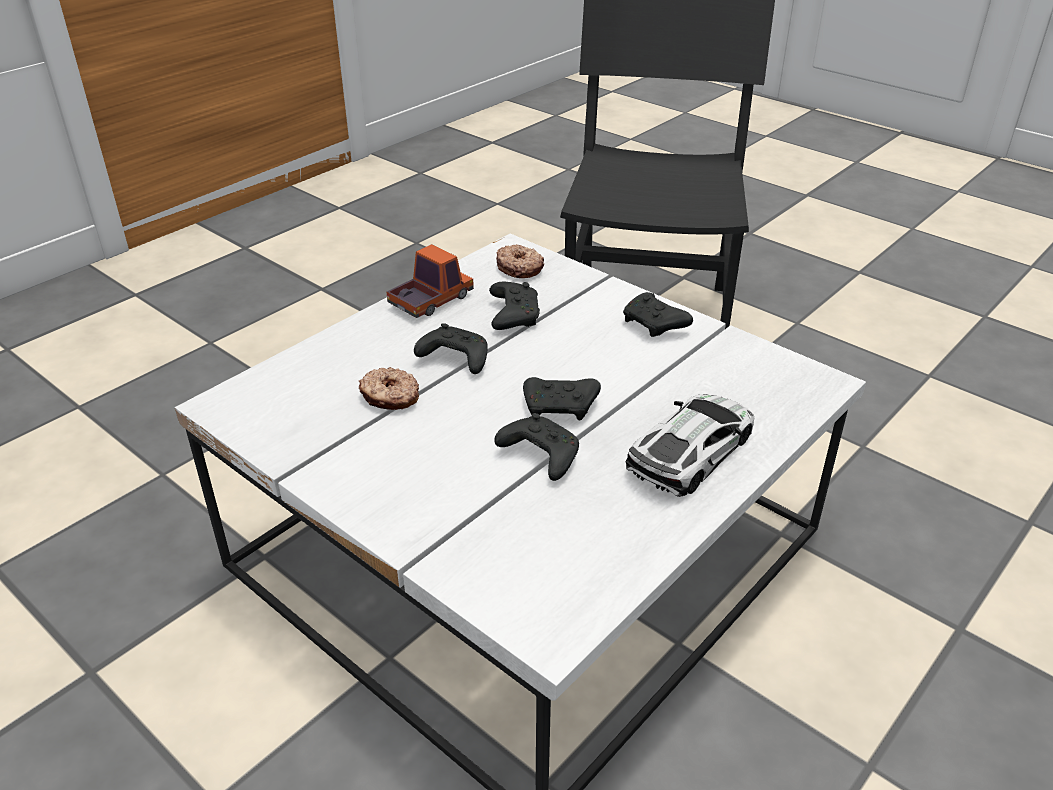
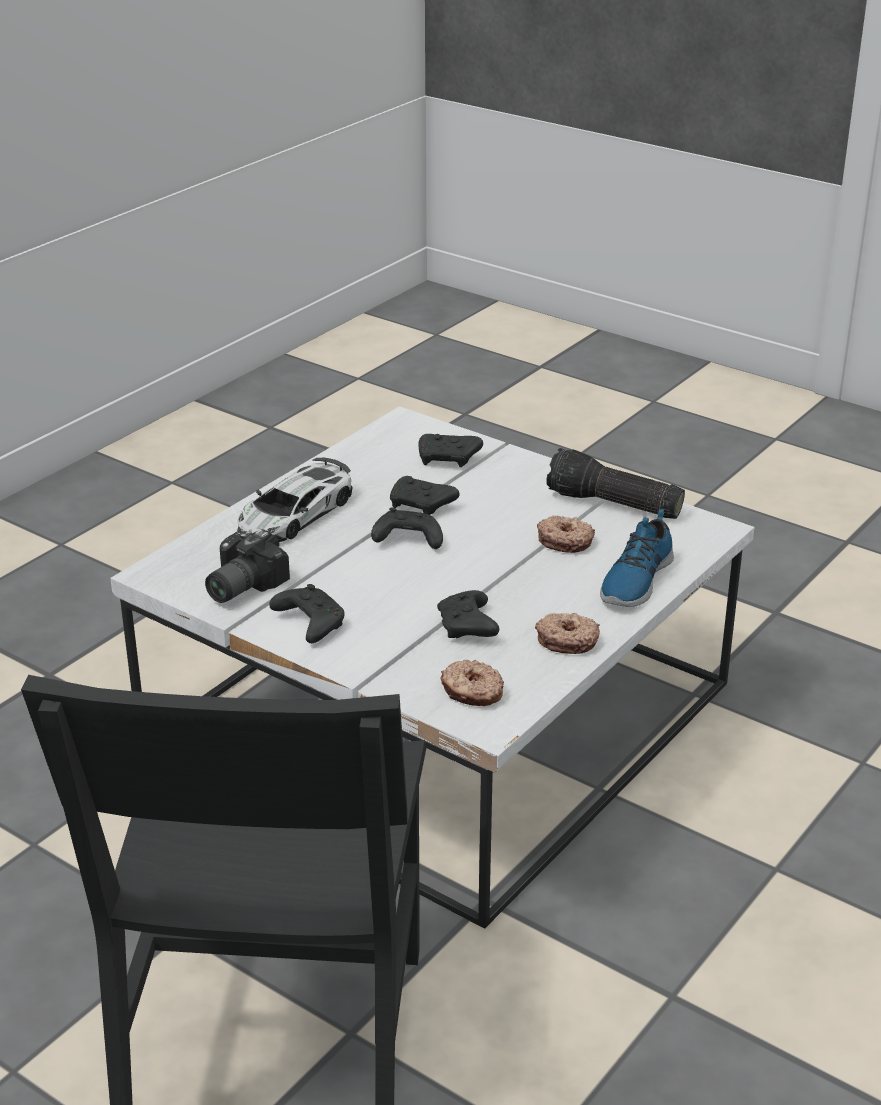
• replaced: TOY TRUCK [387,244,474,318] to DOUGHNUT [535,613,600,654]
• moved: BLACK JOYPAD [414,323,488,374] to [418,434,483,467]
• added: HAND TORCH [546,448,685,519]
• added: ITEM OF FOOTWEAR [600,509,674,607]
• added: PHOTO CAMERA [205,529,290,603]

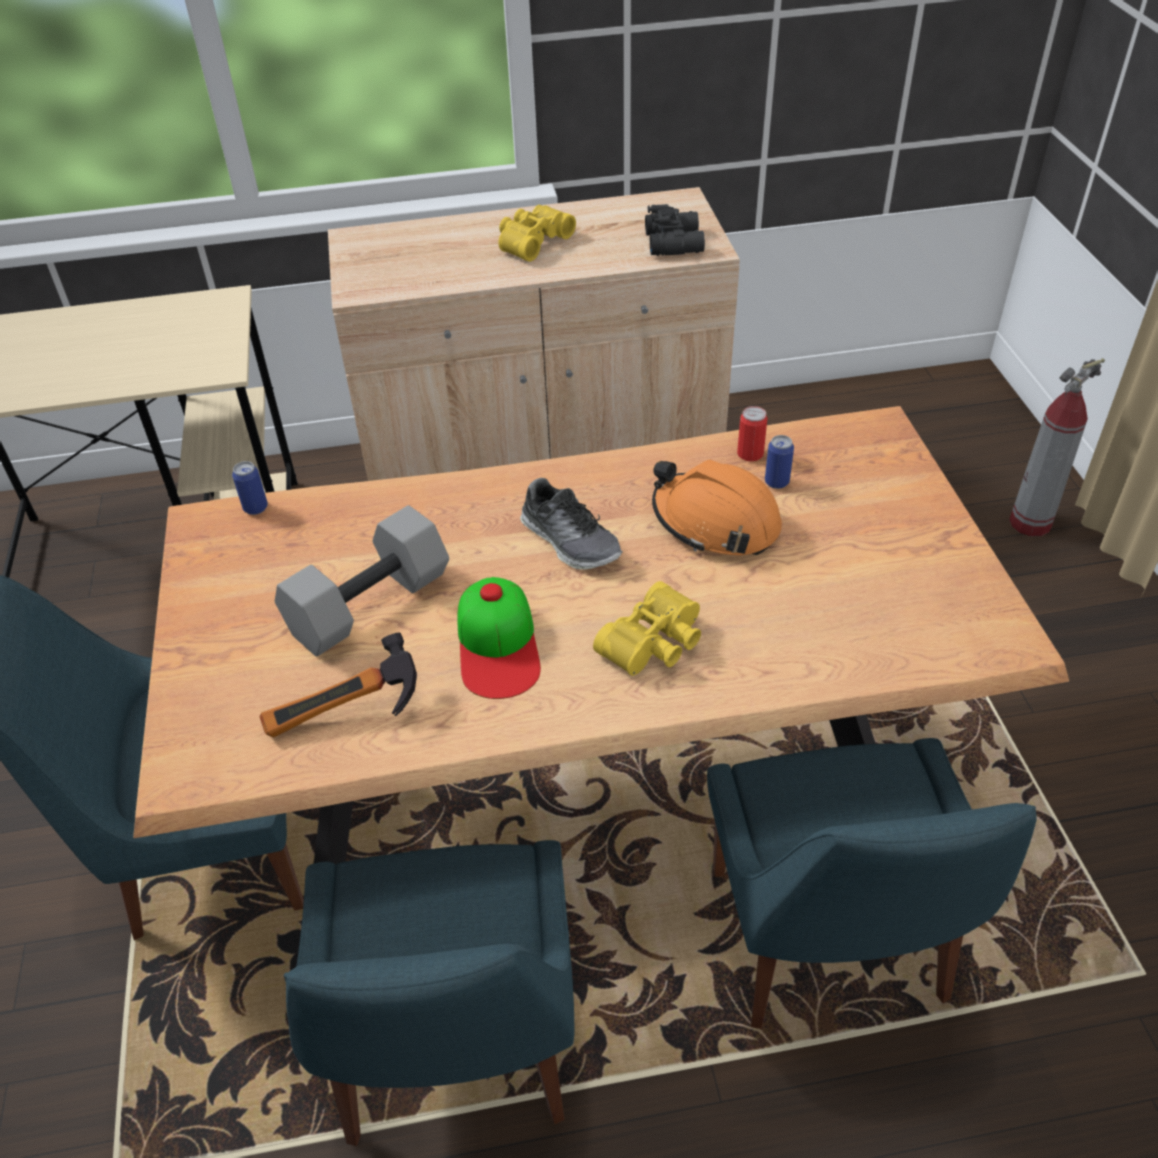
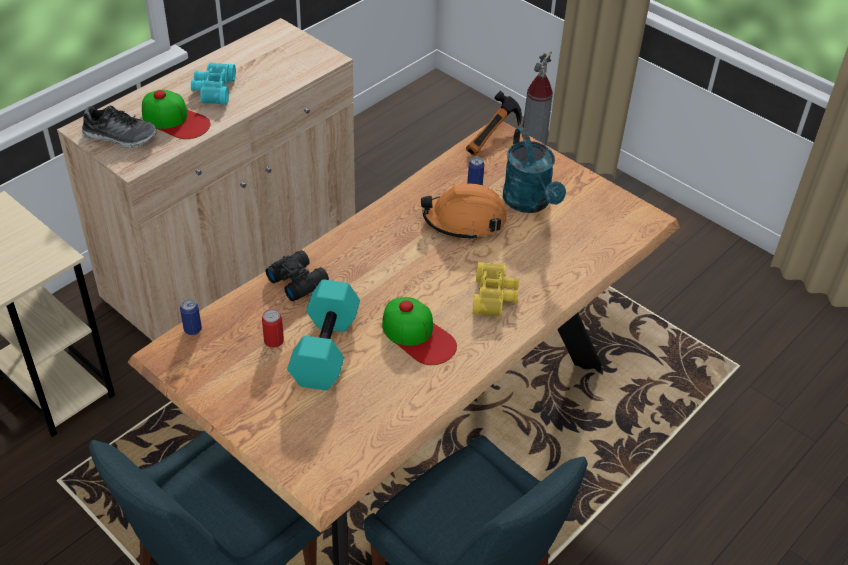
• moved: BLACK FIELD GLASSES [645,204,705,256] to [266,250,329,301]
• recoloured: YELLOW-COLOURED FIELD GLASSES [498,205,576,262] to BLUE-GREEN FIELD GLASSES [191,63,236,105]
• moved: CAN [737,406,767,461] to [262,309,284,348]
• moved: ITEM OF FOOTWEAR [520,478,623,570] to [82,106,157,148]
• recoloured: GREY DUMBBELL [275,505,449,657] to BLUE-GREEN DUMBBELL [287,279,360,390]
• moved: TOOL HAMMER [259,633,417,737] to [466,91,522,156]
• removed: BLUE CHAIR [707,738,1037,1029]
• added: CAP [142,90,210,139]
• added: BLUE-GREEN WATERING POT [503,128,566,213]

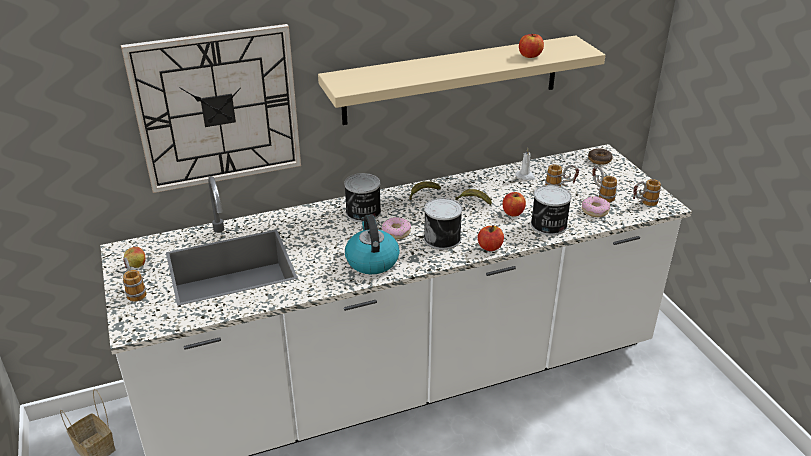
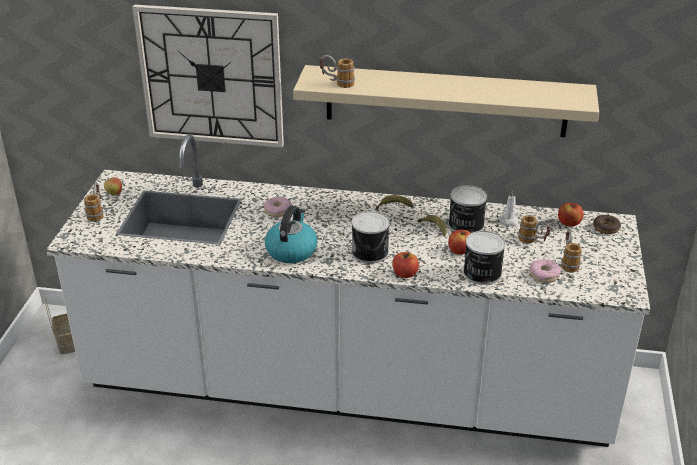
• moved: WHOLE APPLE [519,34,544,58] to [558,203,584,226]
• moved: CAN [344,173,381,222] to [448,185,487,233]
• moved: TEA MUG [633,179,661,206] to [319,55,355,88]
• moved: DOUGHNUT [382,217,411,239] to [264,196,292,217]

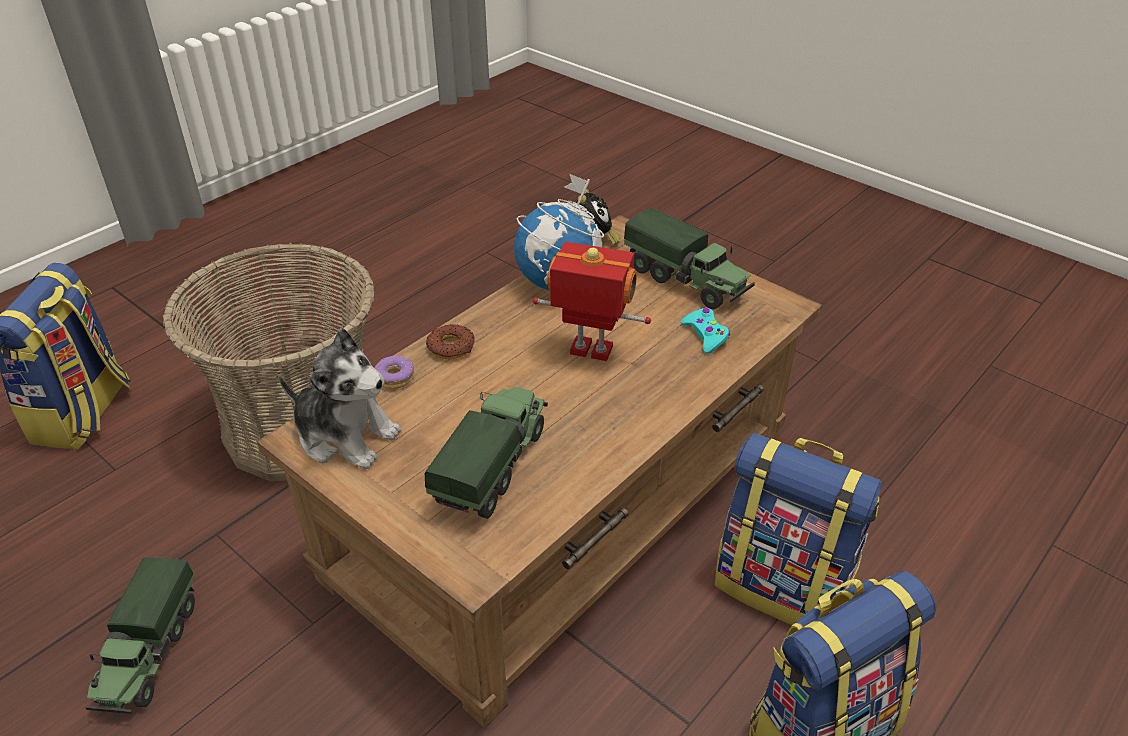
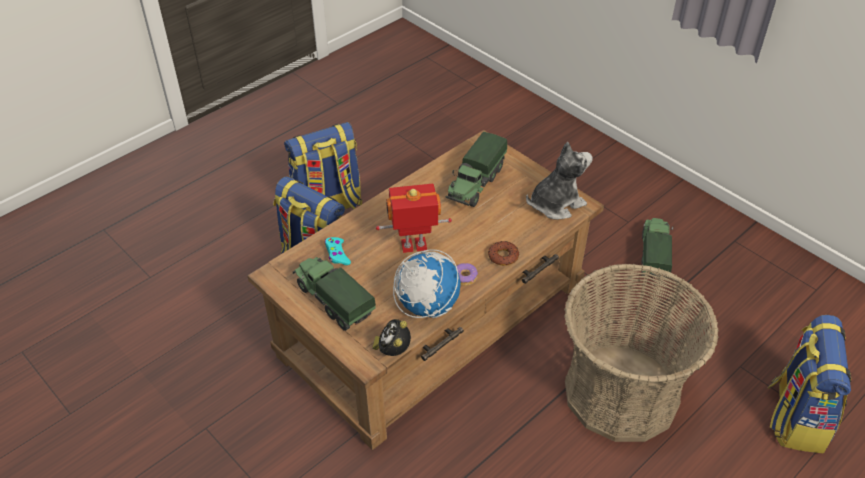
• turned: ROBOT FIGURE [533,242,651,361] = [376,184,452,253] 150 degrees clockwise
• turned: PLUSH TOY [279,328,401,469] = [526,142,592,220] 120 degrees clockwise
• moved: DOUGHNUT [374,356,415,389] to [457,263,478,286]

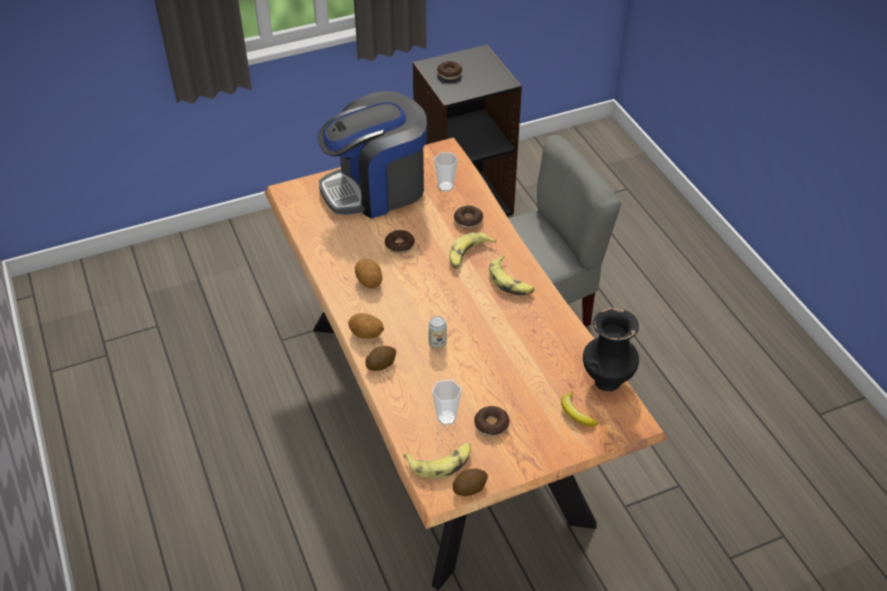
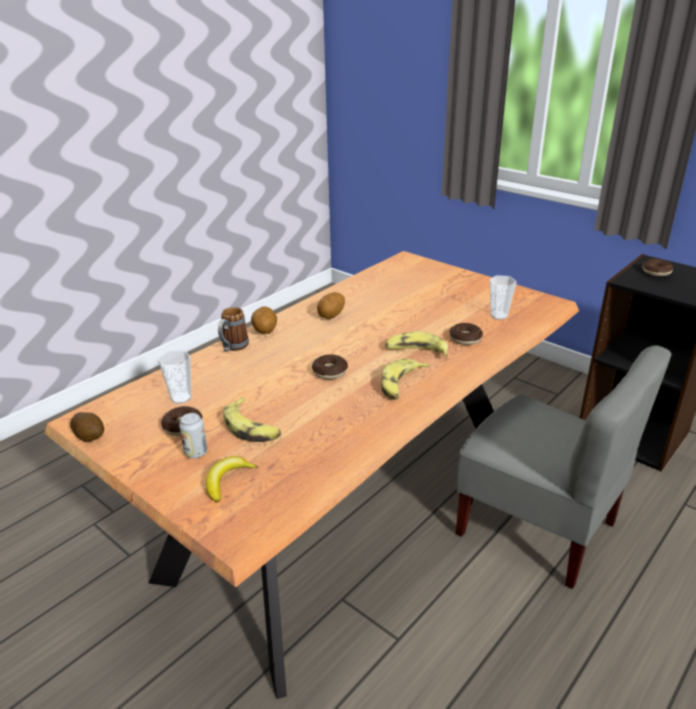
• removed: COFFEE BREWER [318,91,427,219]
• moved: DOUGHNUT [385,230,415,254] to [312,355,348,379]
• removed: BLACK FLOWER VASE [583,308,639,391]
• moved: CAN [429,316,447,349] to [179,413,207,458]
• replaced: WHOLE POTATO [365,346,396,371] to TEA MUG [218,307,249,352]
• moved: WHOLE BANANA [404,443,471,478] to [223,397,282,442]

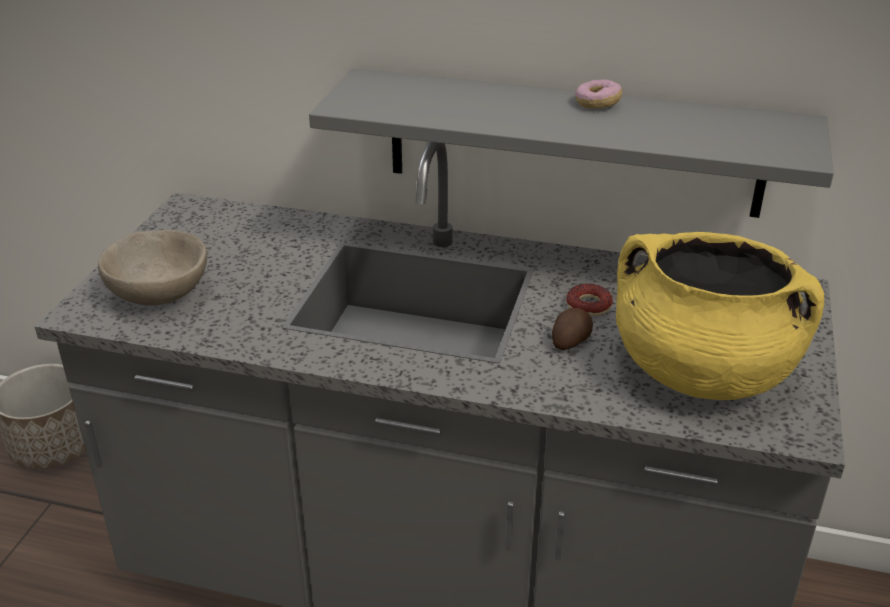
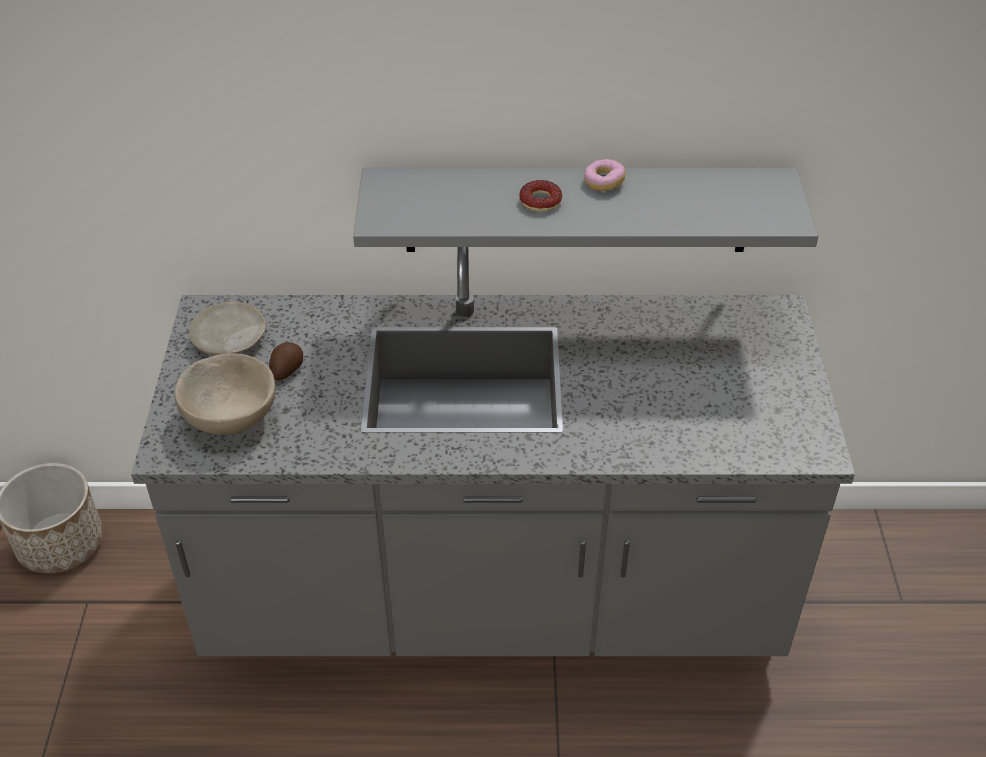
• removed: YELLOW-COLOURED STOCKPOT [616,232,824,400]
• moved: DOUGHNUT [566,284,613,317] to [519,180,562,212]
• moved: WHOLE POTATO [552,308,593,350] to [269,342,303,381]
• added: SAND-COLOURED FLAT DISH [189,302,266,356]

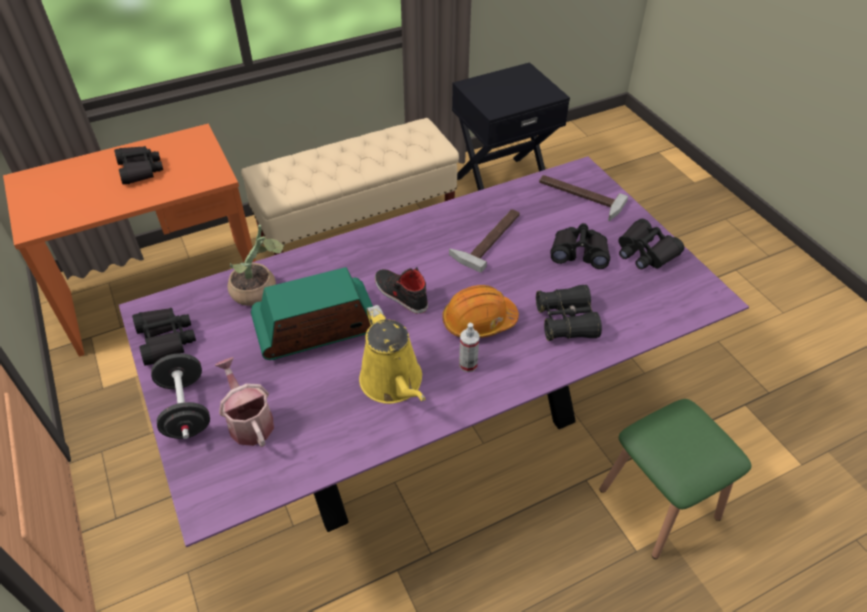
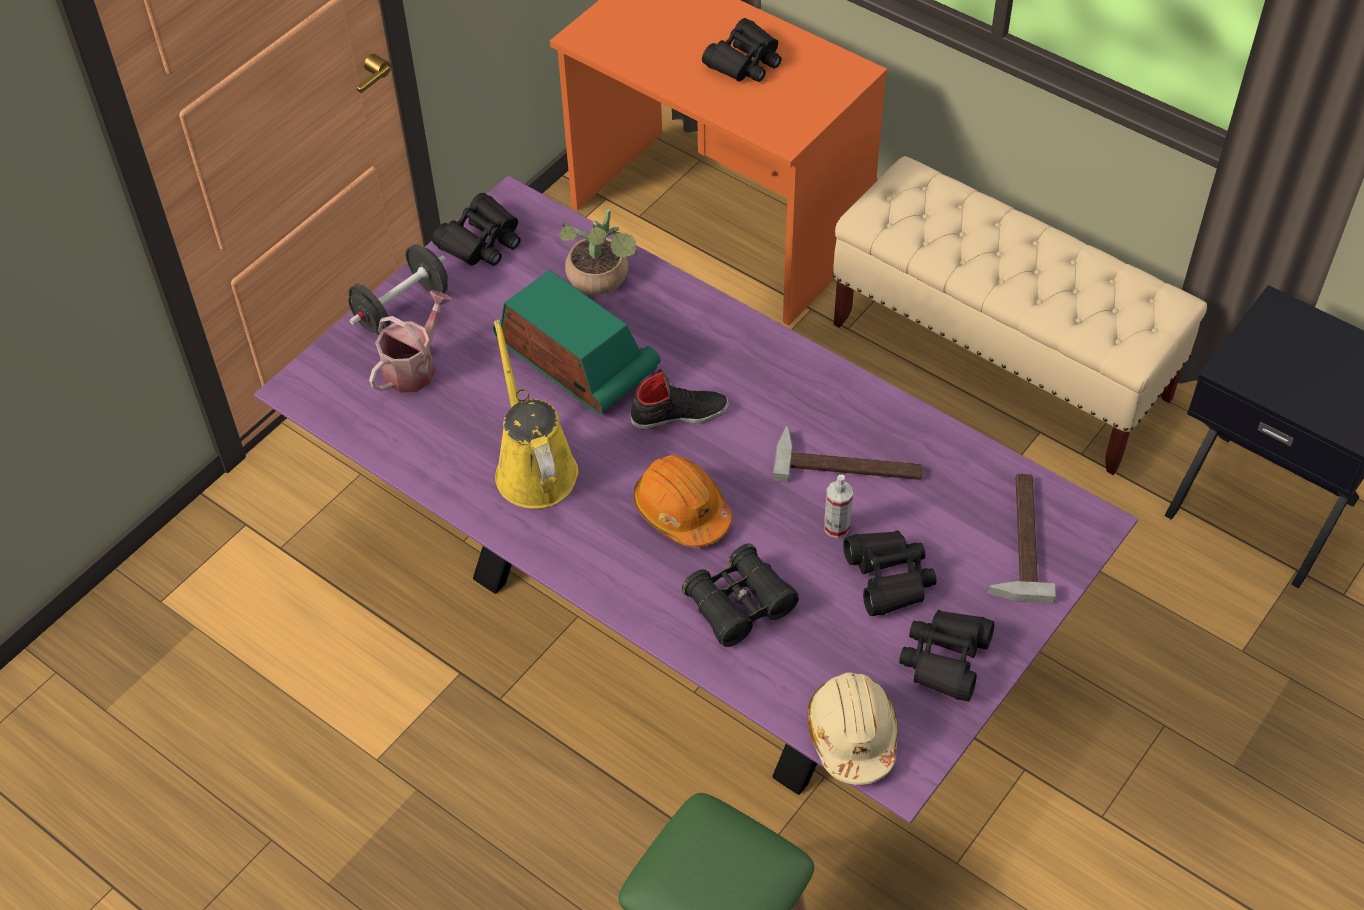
• turned: BLACK ITEM OF FOOTWEAR [375,267,428,314] = [631,369,729,430] 60 degrees clockwise
• turned: YELLOW-COLOURED WATERING POT [359,305,425,404] = [494,320,578,509] 120 degrees clockwise
• moved: SPRAY BOTTLE [459,323,480,372] to [824,475,853,538]
• added: SAND-COLOURED SAFETY HELMET [807,672,898,785]

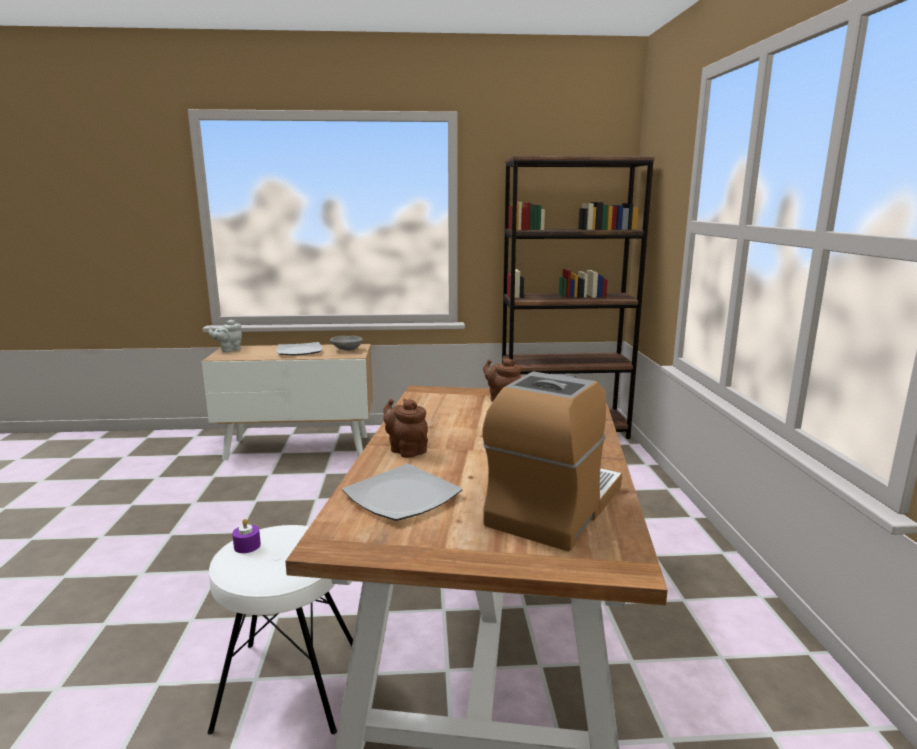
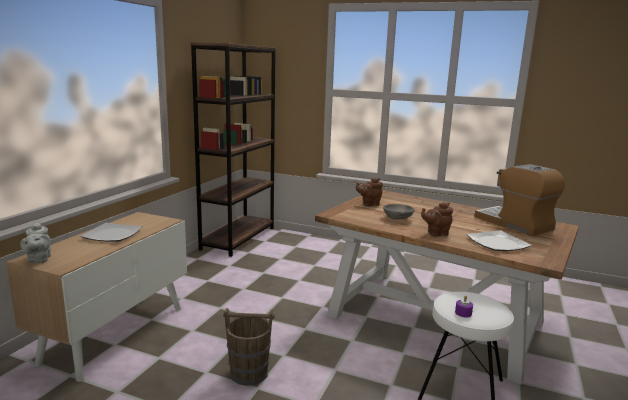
• moved: GREY SERVING BOWL [330,336,363,351] to [383,204,415,219]
• added: BROWN WATER BUCKET [223,308,275,386]

